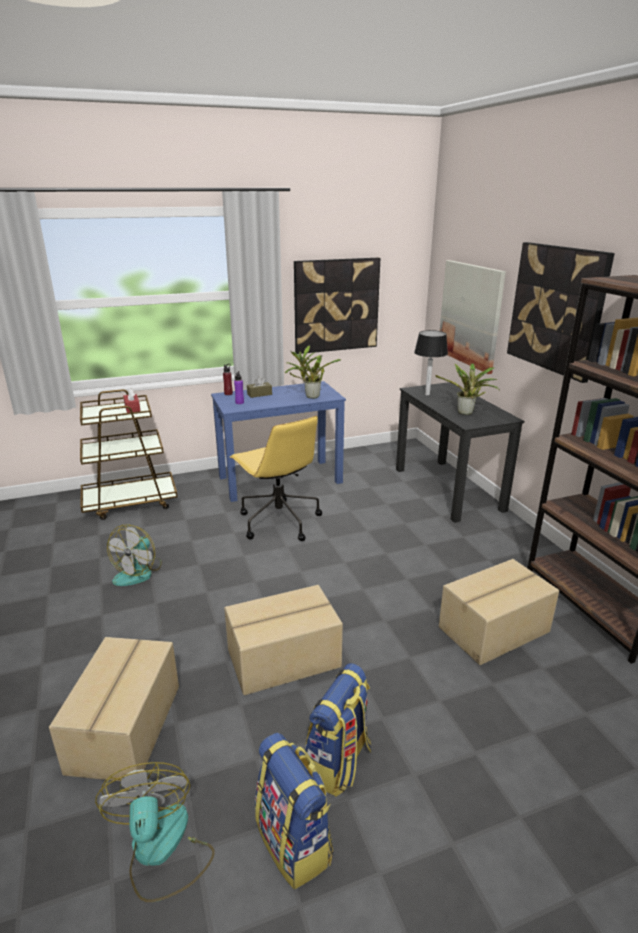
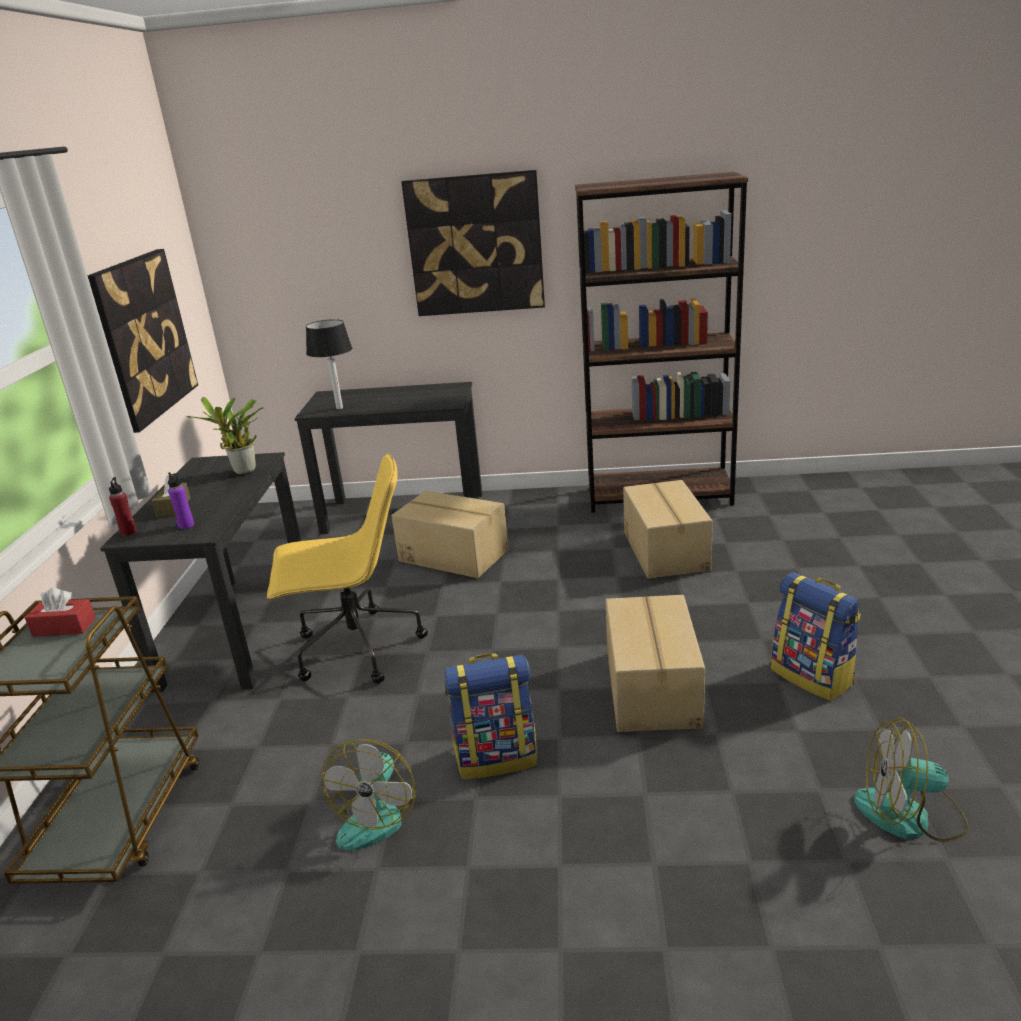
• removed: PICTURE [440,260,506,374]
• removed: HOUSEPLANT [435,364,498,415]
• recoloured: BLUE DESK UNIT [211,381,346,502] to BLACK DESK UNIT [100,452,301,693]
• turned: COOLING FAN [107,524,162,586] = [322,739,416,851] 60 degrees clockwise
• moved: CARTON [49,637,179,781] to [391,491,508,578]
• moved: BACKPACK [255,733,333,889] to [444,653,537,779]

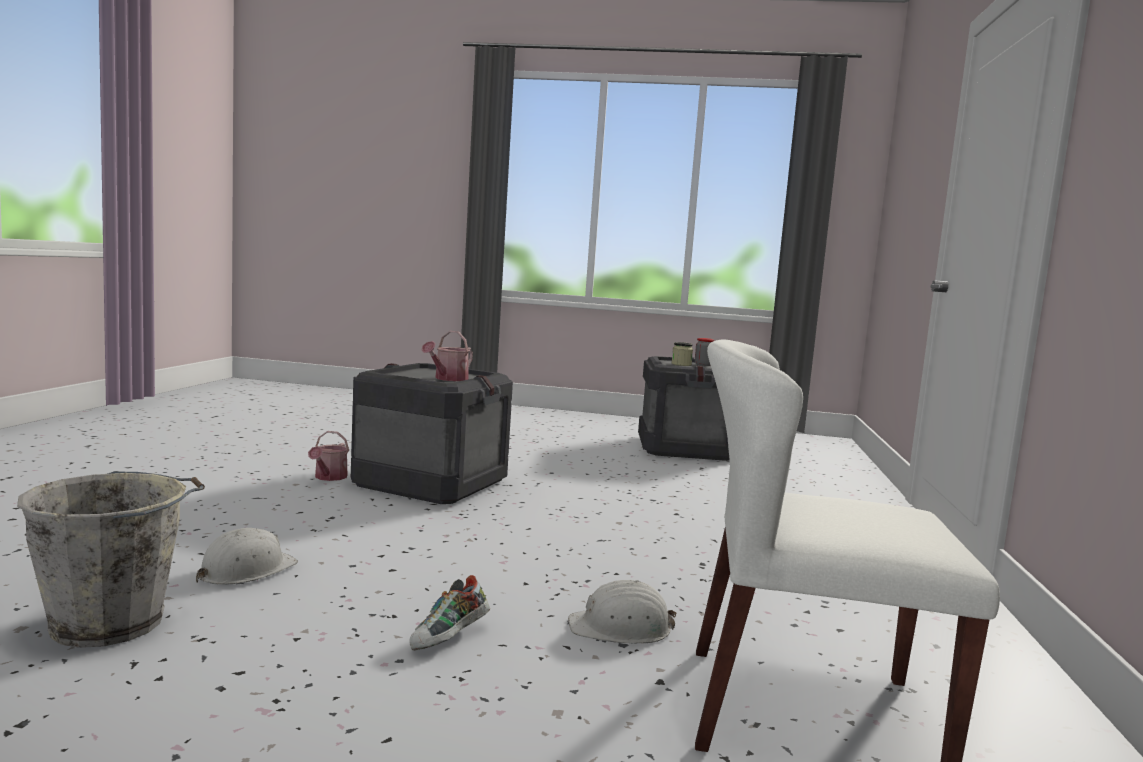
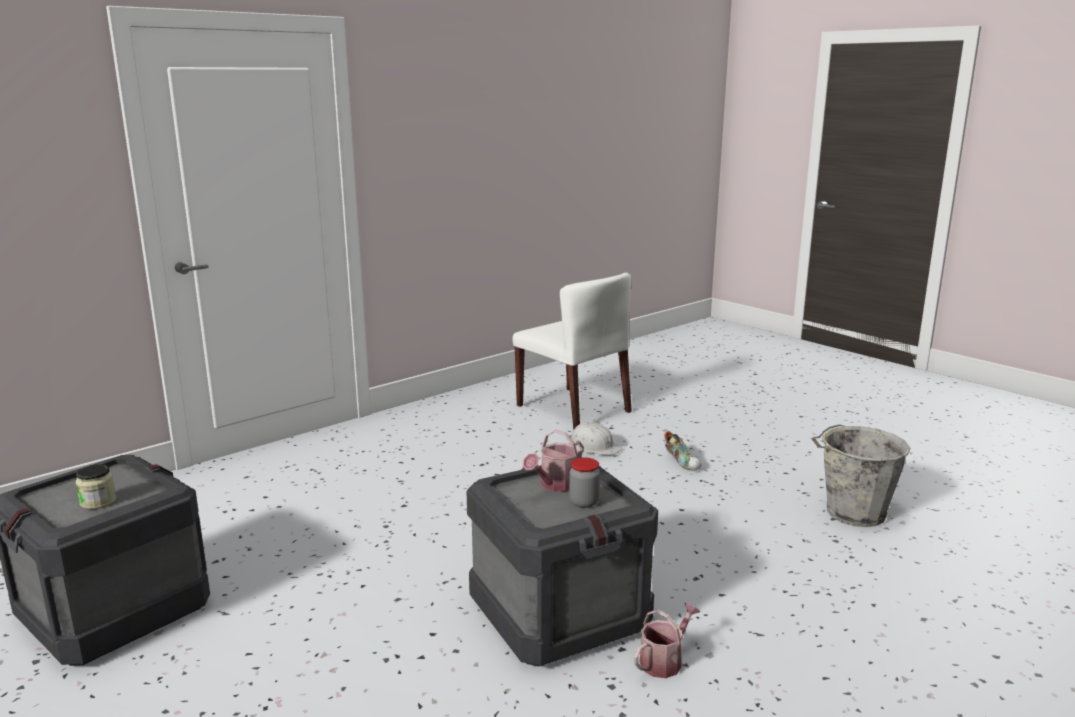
• turned: WATERING POT [421,331,473,381] = [523,429,583,492] 150 degrees clockwise
• moved: STORAGE JAR [695,338,714,366] to [569,457,600,508]
• removed: WHITE SAFETY HELMET [196,528,298,585]
• turned: ITEM OF FOOTWEAR [409,575,490,651] = [664,431,702,471] 75 degrees clockwise

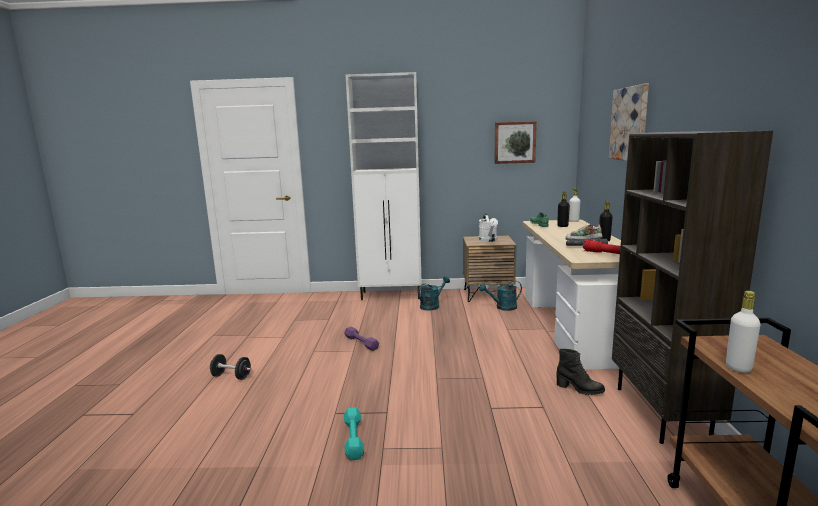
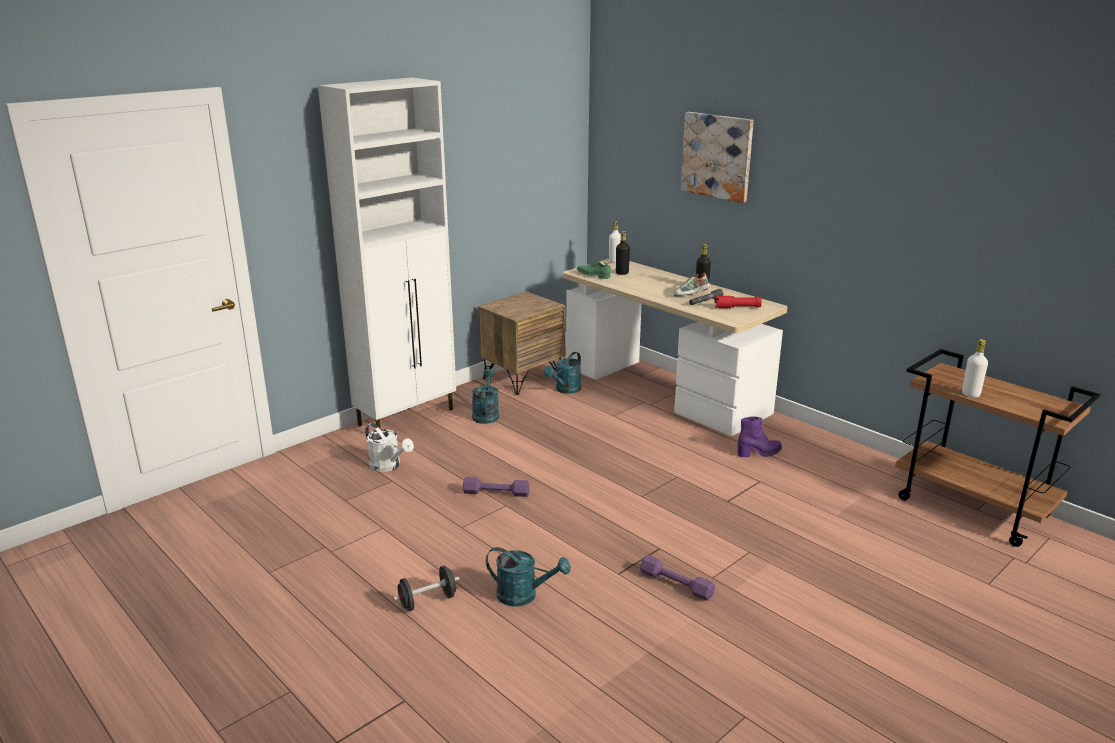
• removed: PICTURE [494,121,537,164]
• removed: BROWN BOOKSHELF [612,131,773,444]
• moved: WHITE WATERING POT [479,213,498,242] to [365,423,414,472]
• recoloured: BLACK BOOT [557,349,605,395] to PURPLE-COLOURED BOOT [738,416,782,457]
• recoloured: BLUE-GREEN DUMBBELL [344,407,364,460] to PURPLE-COLOURED DUMBBELL [640,555,715,601]
• added: BLUE-GREEN WATERING POT [486,547,571,607]

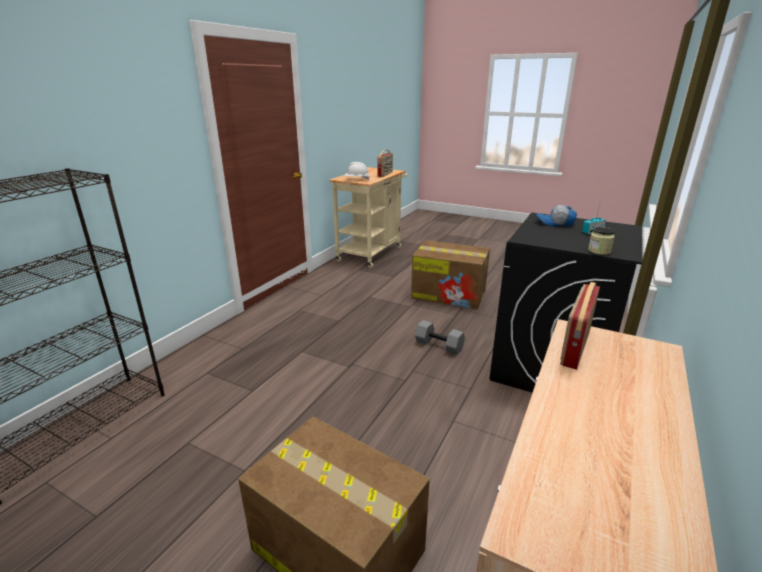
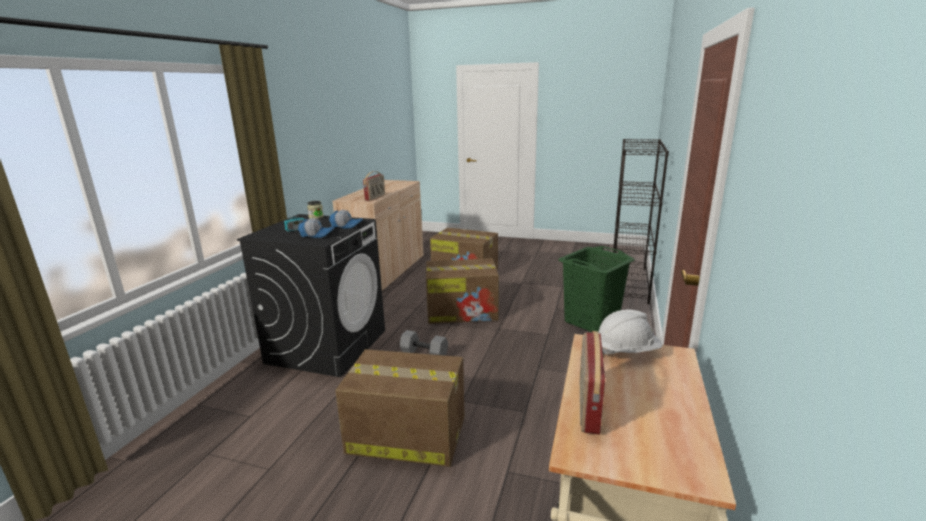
• added: CAP [329,210,363,228]
• added: GREENISH HAMPER [558,246,635,332]
• added: CARTON [426,258,499,324]

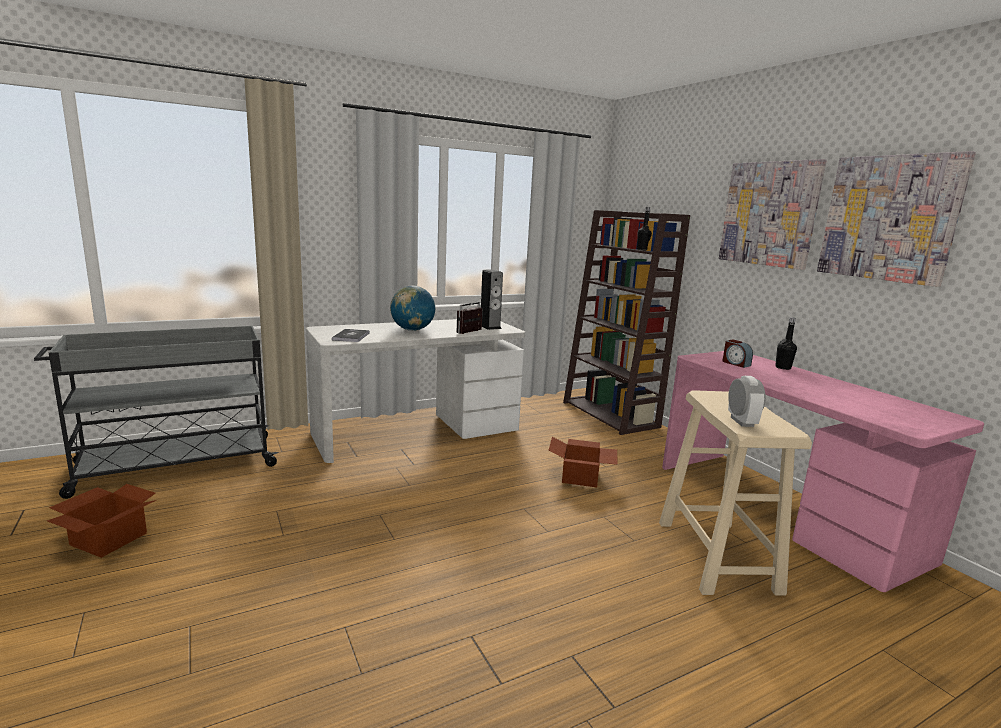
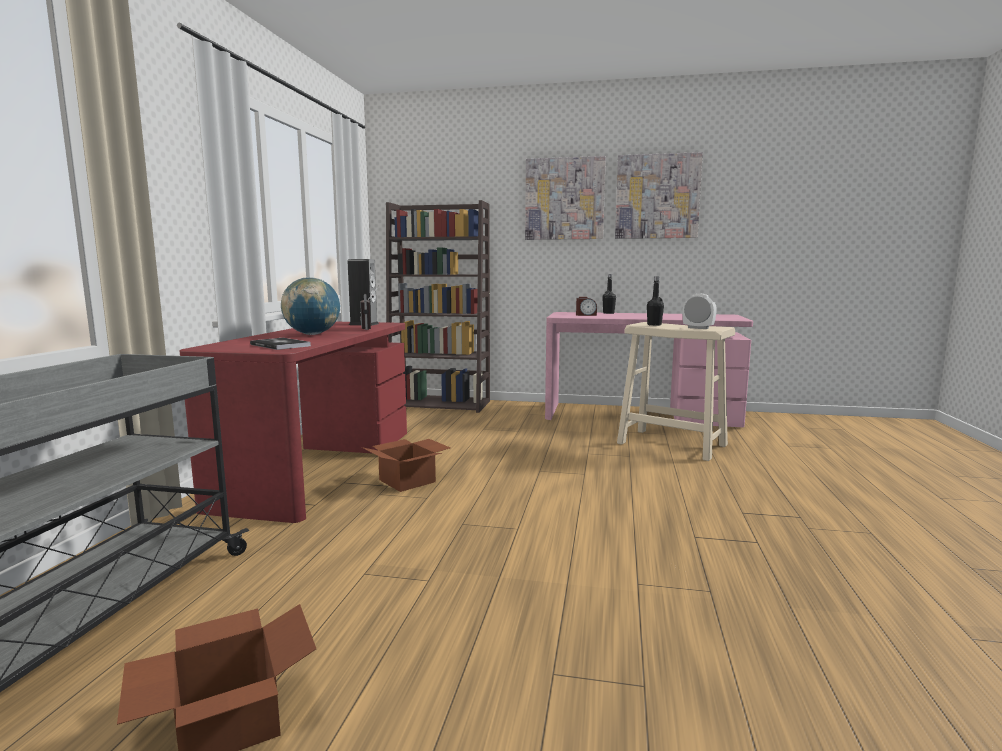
• moved: BLACK BOTTLE [637,207,652,250] to [647,276,664,326]
• recoloured: WHITE DESK UNIT [306,319,525,463] to RED-COLOURED DESK UNIT [180,322,407,523]
• moved: CARTON [548,437,618,487] to [361,439,451,492]

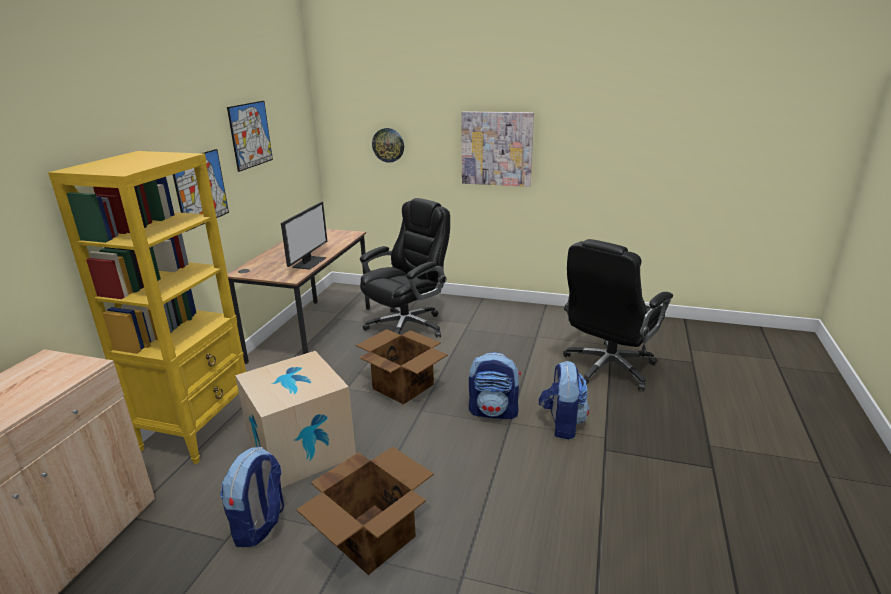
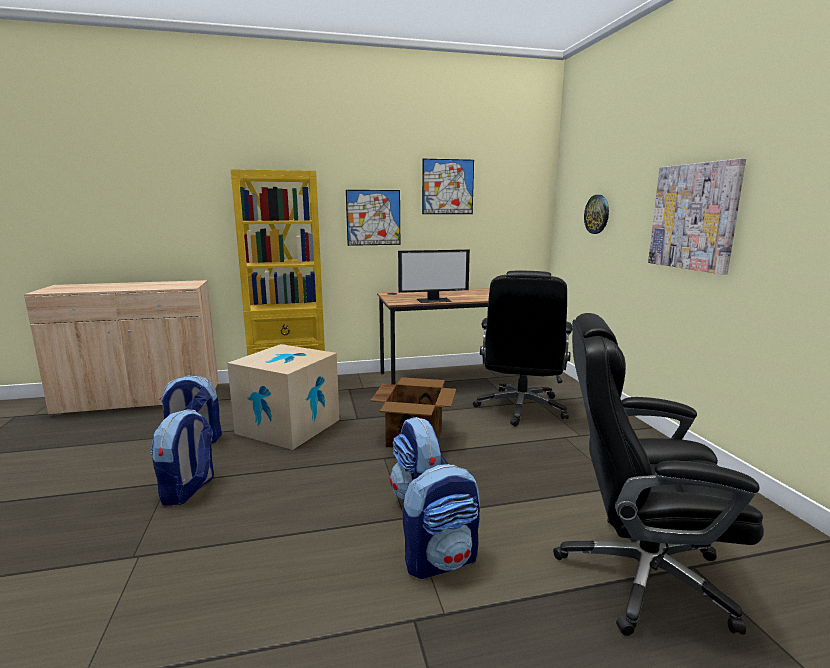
• turned: BLACK OFFICE CHAIR [360,198,450,338] = [473,271,572,427] 90 degrees clockwise
• replaced: CARTON [296,447,434,575] to BACKPACK [150,410,214,505]

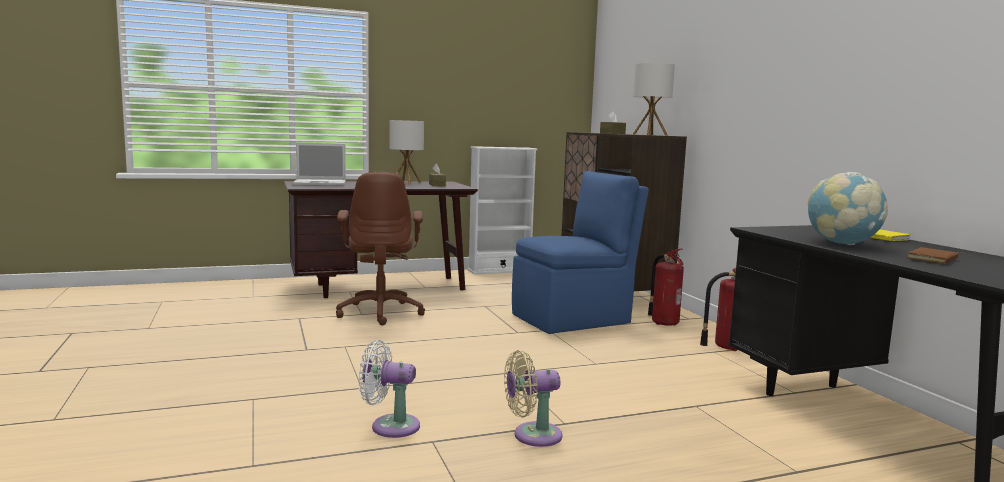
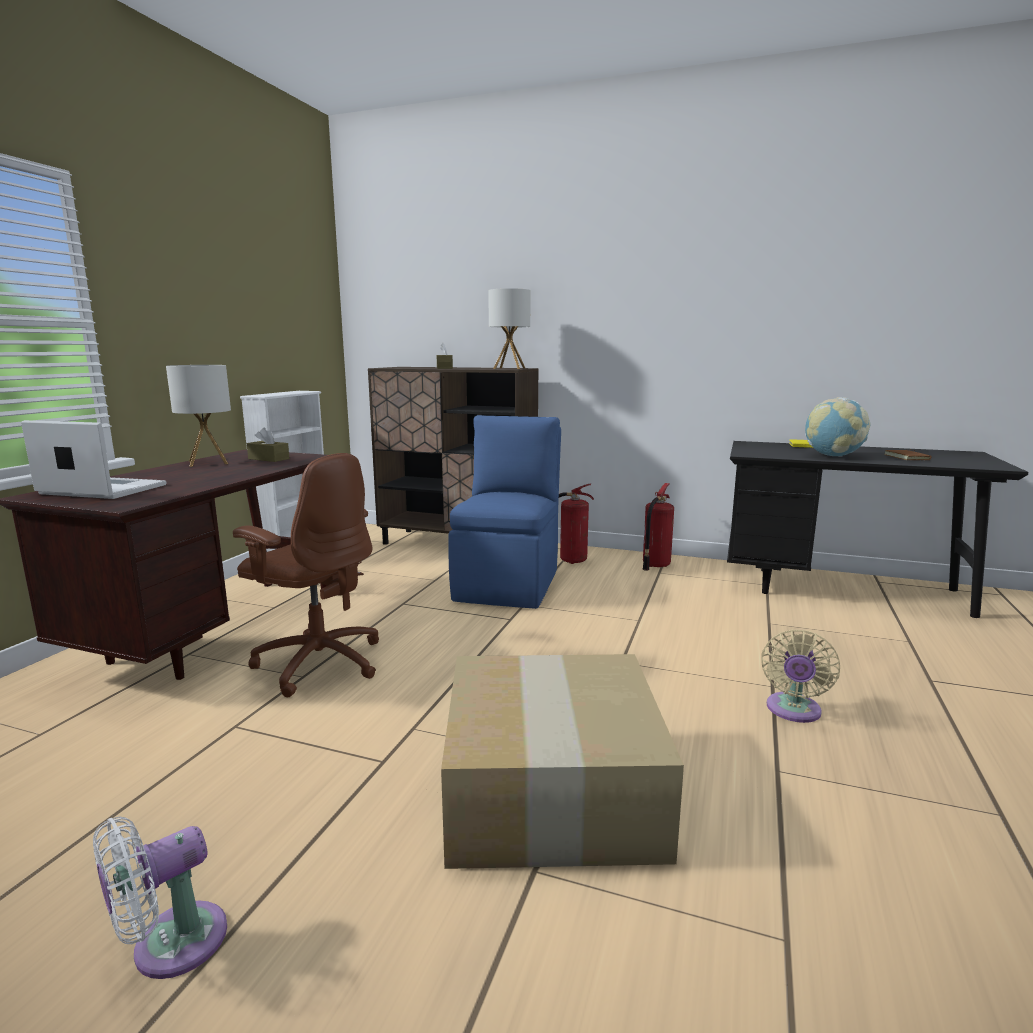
• turned: LAPTOP [293,142,346,186] = [21,420,166,499] 105 degrees counterclockwise
• moved: WHITE COOLING FAN [359,340,420,438] to [93,816,227,979]
• added: CARTON [441,654,684,869]

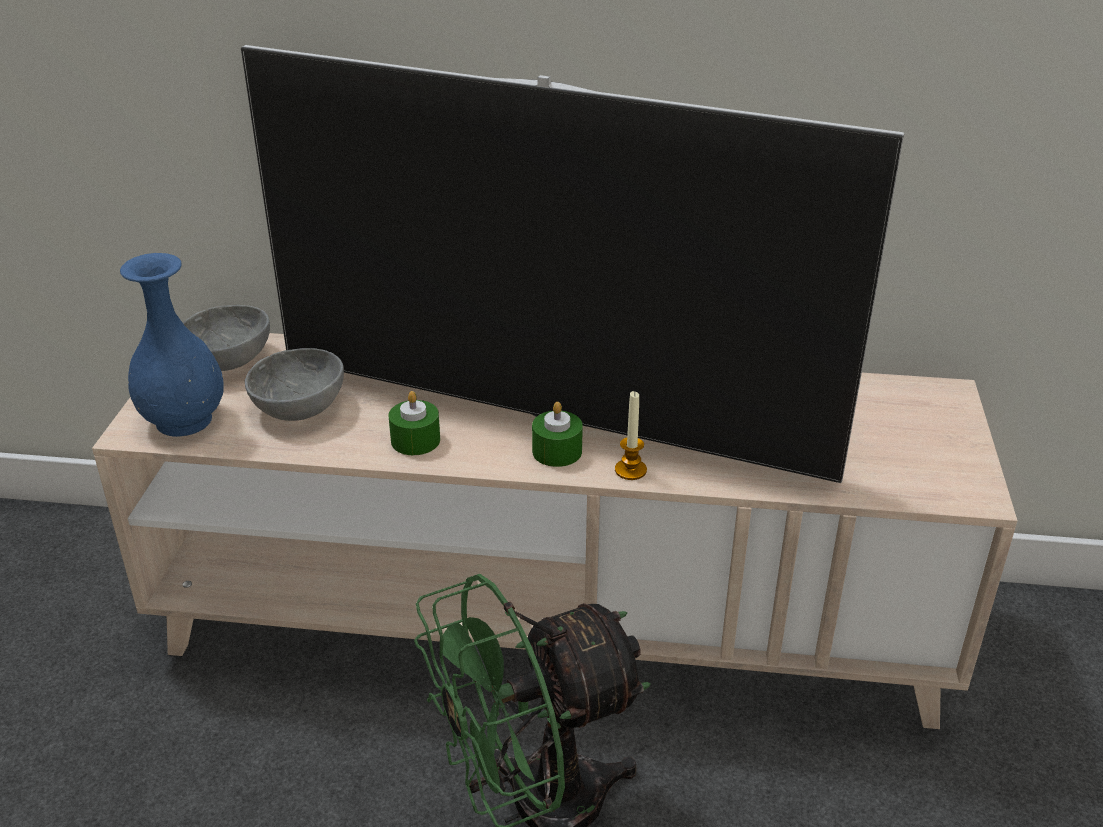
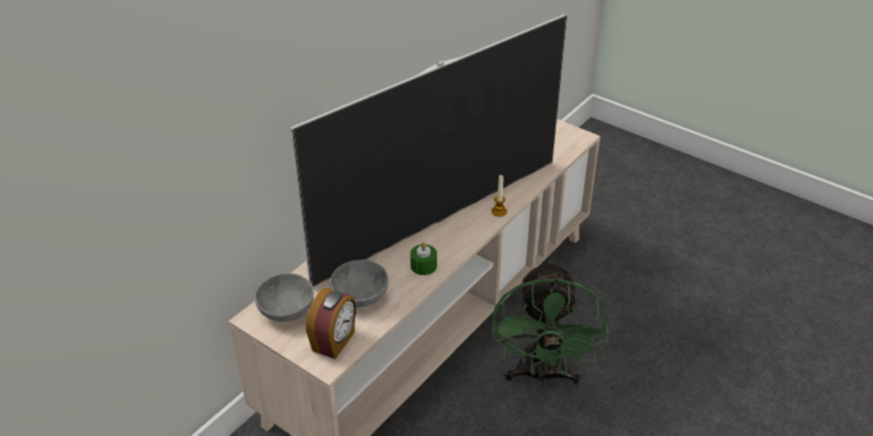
• replaced: BLUE FLOWER VASE [120,253,224,437] to TABLE CLOCK [306,288,356,359]
• removed: GREENISH WAX CANDLE [532,402,583,467]

